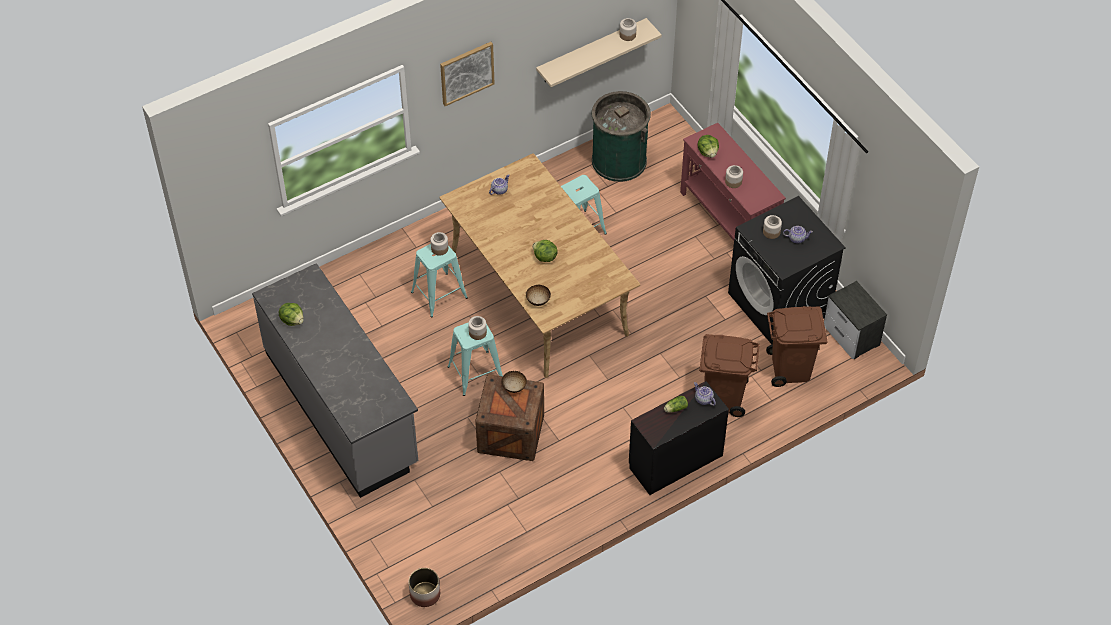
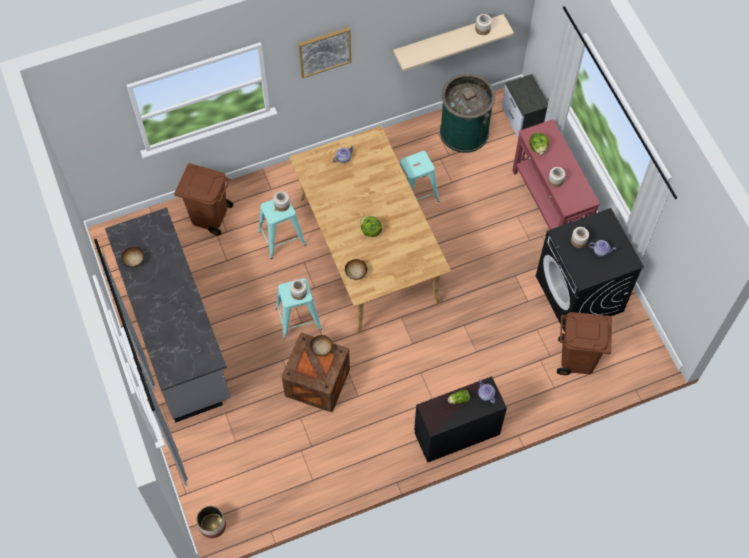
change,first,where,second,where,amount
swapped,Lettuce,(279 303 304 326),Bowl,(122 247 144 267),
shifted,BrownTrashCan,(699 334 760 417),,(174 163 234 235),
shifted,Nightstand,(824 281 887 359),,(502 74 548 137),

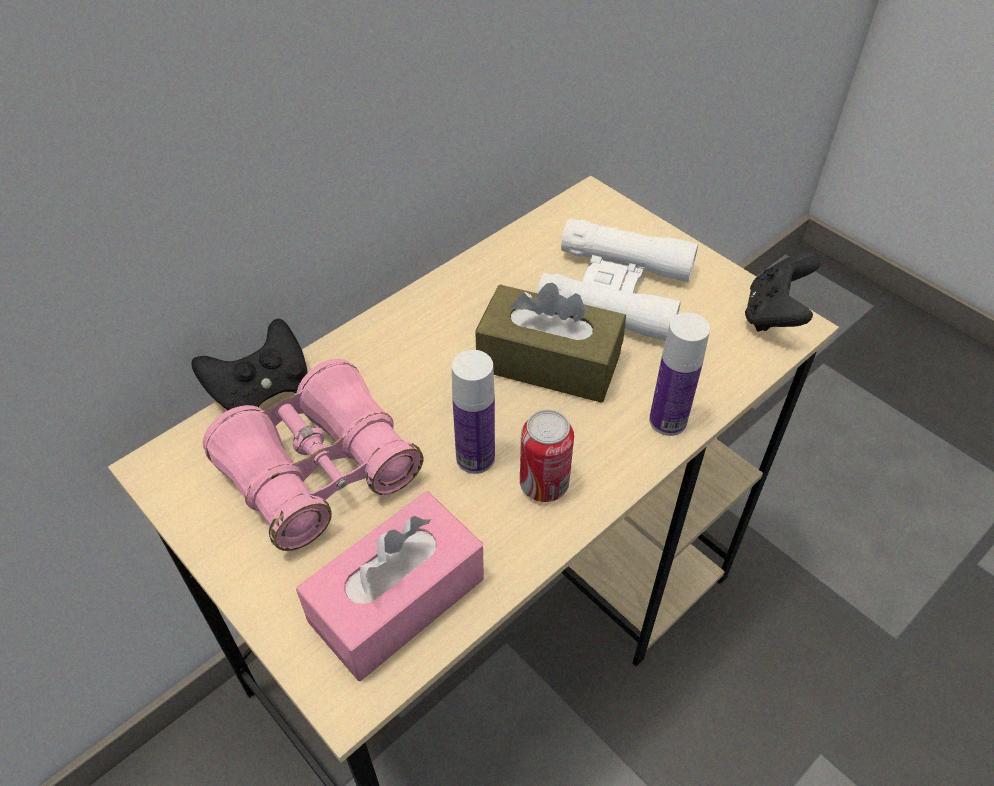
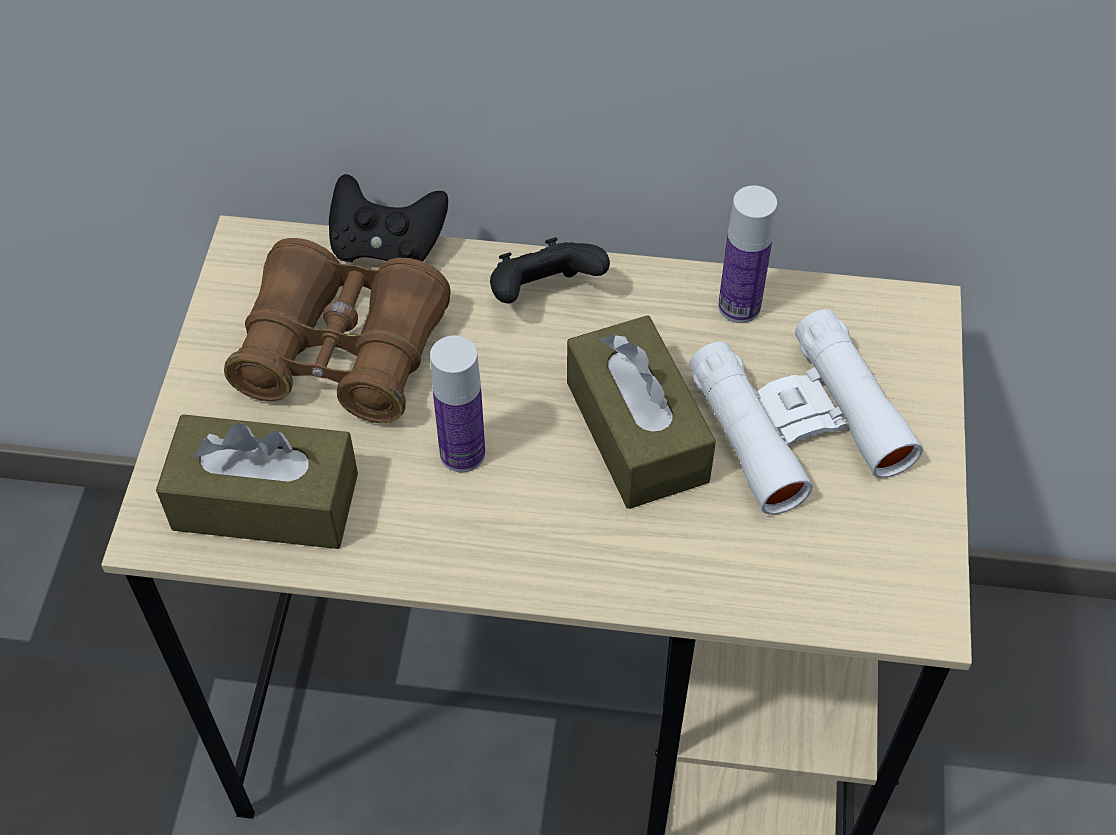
change,first,where,second,where,amount
repainted,PinkishPairOfBinoculars,(203 359 423 551),BrownPairOfBinoculars,(224 238 451 423),
repainted,PinkishTissueHolder,(296 491 484 681),BrownTissueHolder,(156 414 358 549),
gone,SealedCan,(520 409 574 502),,,
shifted,Bottle,(649 312 710 436),,(718 185 777 323),
shifted,BlackGamepad,(745 253 820 331),,(490 237 610 303),

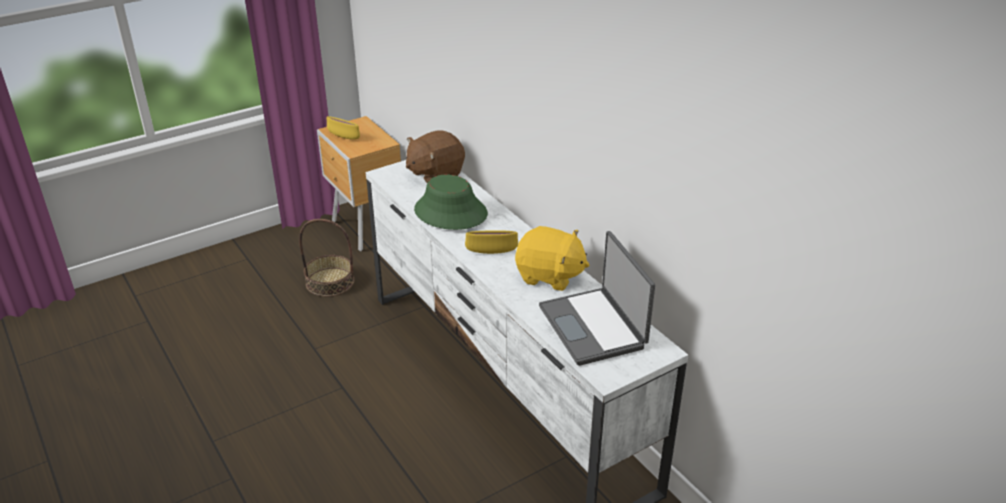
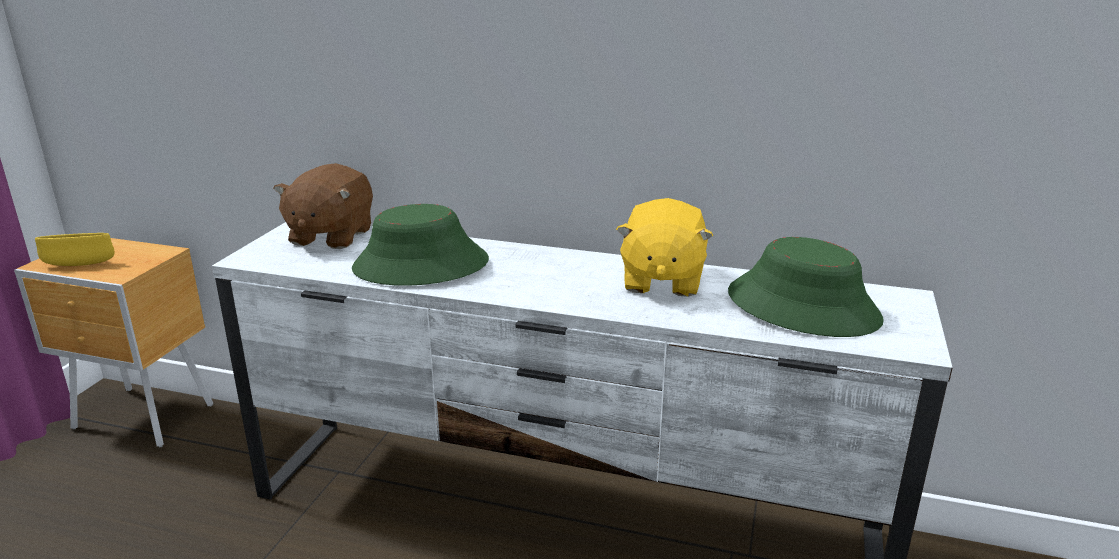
change,first,where,second,where,amount
gone,HouseholdBasket,(299 219 354 297),,,
gone,YellowishBowl,(465 230 518 254),,,
rotated,YellowishPlushToy,(515 226 589 291),,(616 198 714 297),120 degrees clockwise
swapped,NotebookComputer,(539 231 655 366),GreenHat,(728 237 884 337),

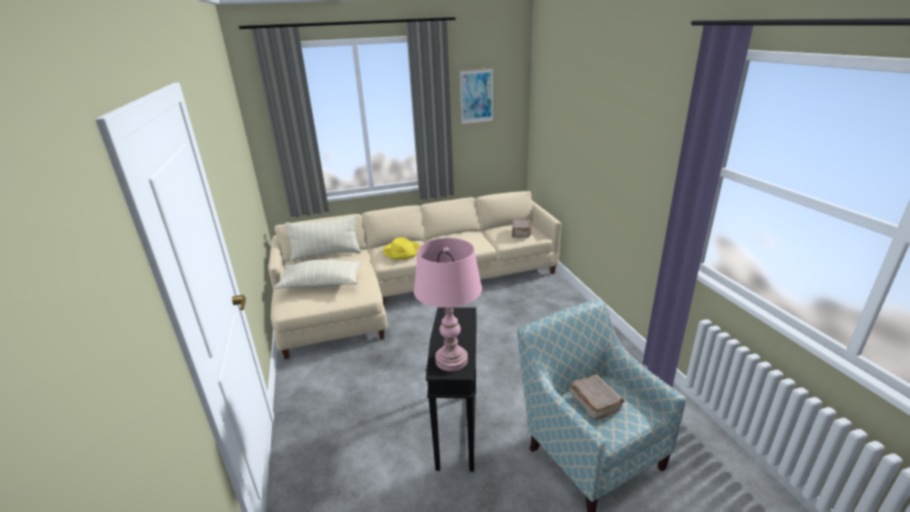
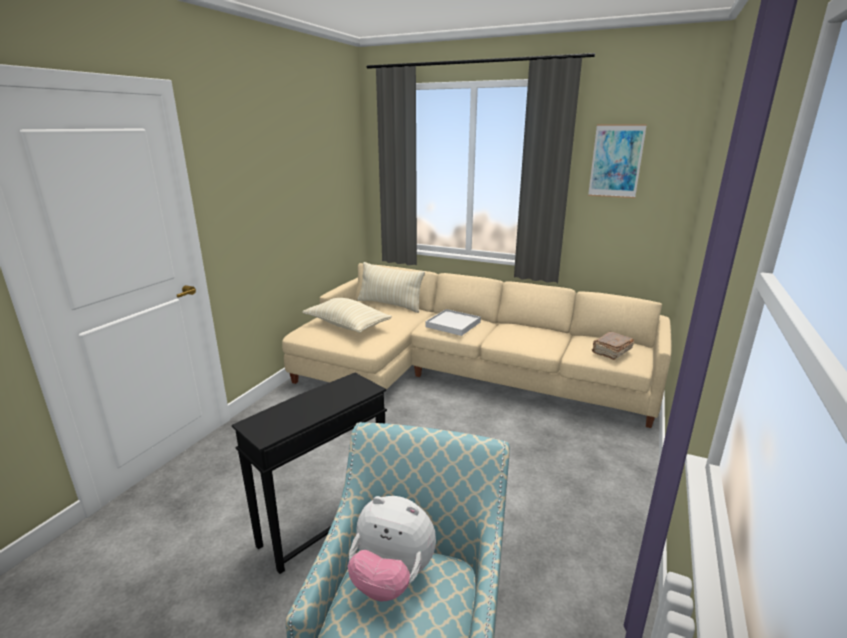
change,first,where,second,where,amount
swapped,YellowishHat,(383 237 421 260),WhiteColouredTray,(426 309 481 336),
gone,PinkishTableLamp,(414 238 482 371),,,
swapped,BrownVolume,(569 374 625 420),PlushToy,(348 496 436 601),

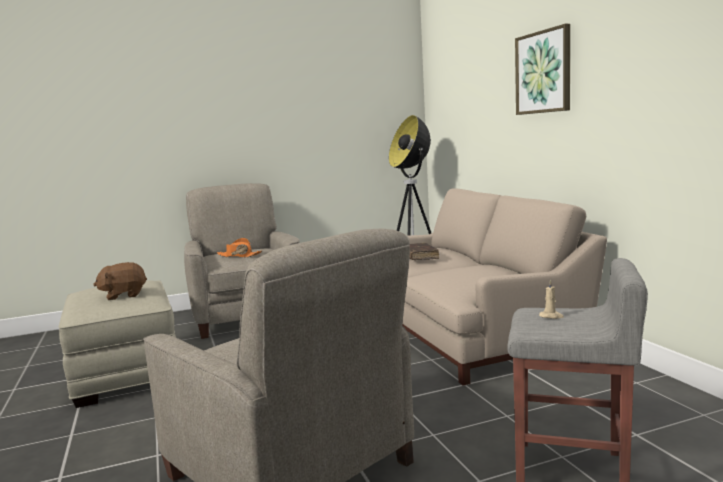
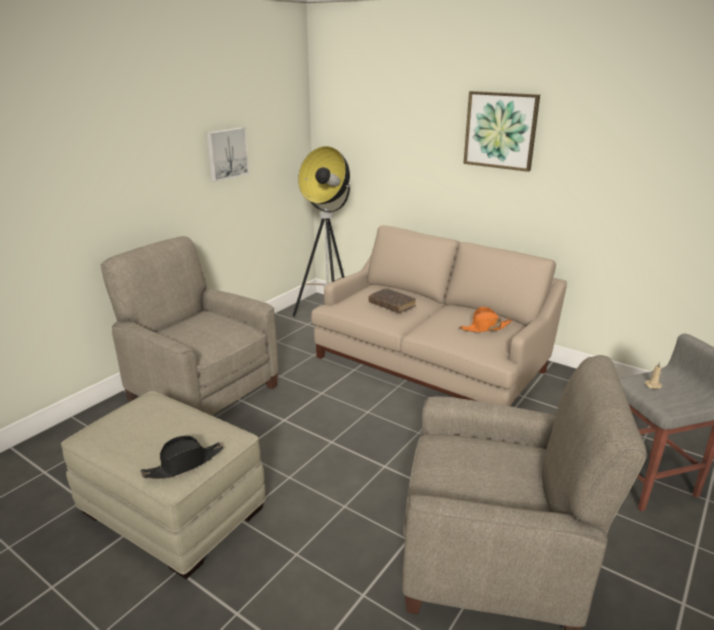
change,first,where,second,where,amount
gone,BrownPlushToy,(93 262 147 300),,,
shifted,OrangeColouredHat,(217 238 262 257),,(459 307 513 332),
new,,,BlackHat,(140 436 223 479),
new,,,Picture,(206 127 249 182),

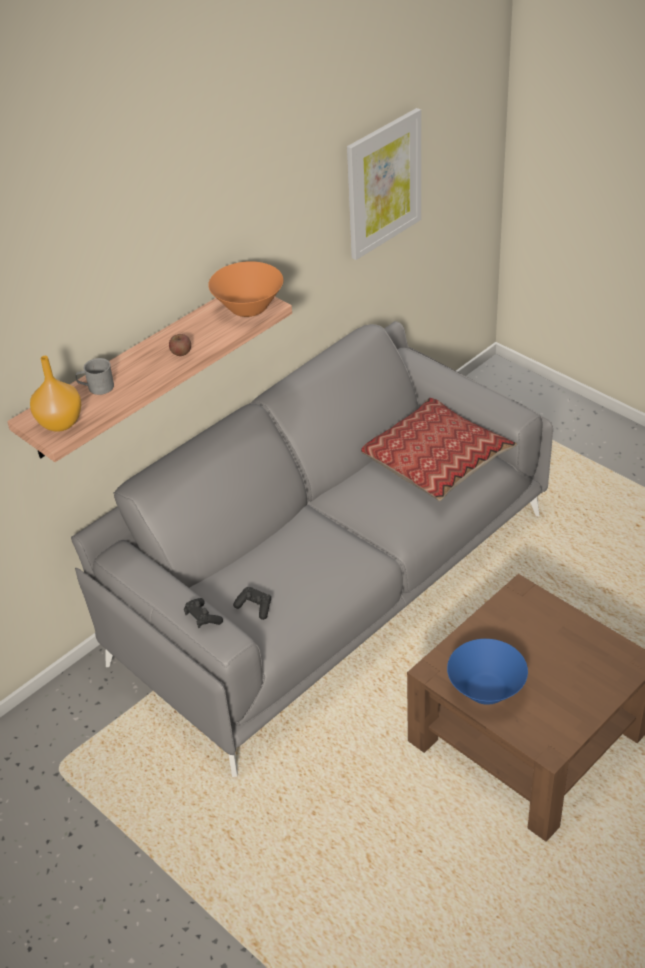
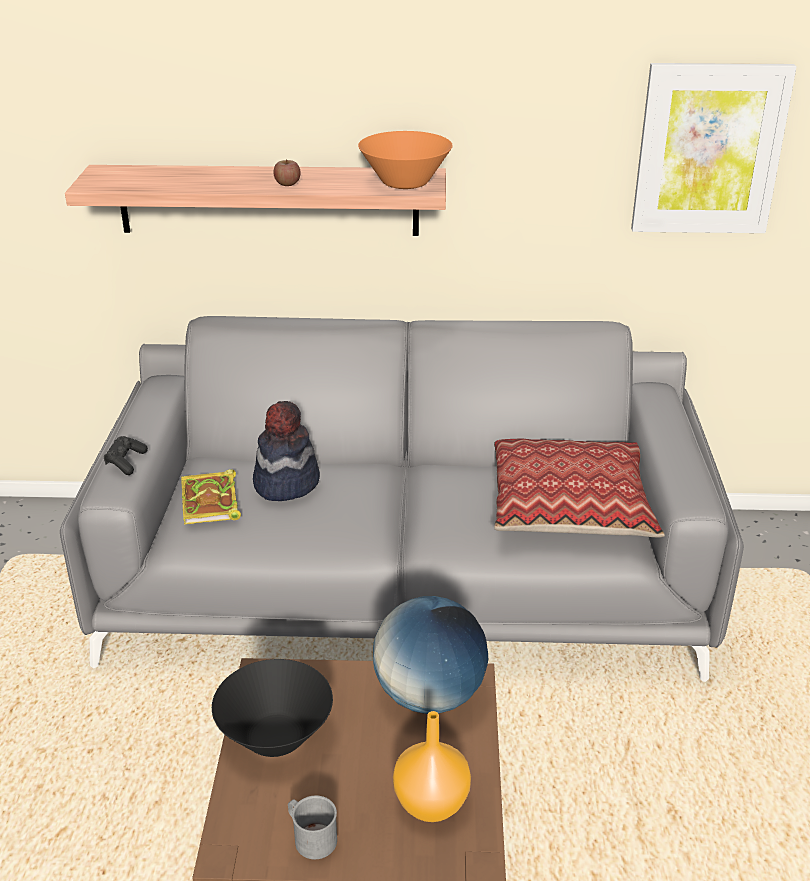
change,first,where,second,where,amount
shifted,OrangeColouredVase,(30 356 81 432),,(393 711 471 822),
shifted,GreyishMug,(76 358 114 395),,(288 795 337 859),
swapped,BlackGamepad,(233 587 271 620),Volume,(181 469 241 525),
repainted,BlueColouredBowl,(447 639 528 705),BlackBowl,(212 659 333 757),
new,,,Hat,(253 401 320 501),
new,,,DeskGlobe,(373 596 488 714),

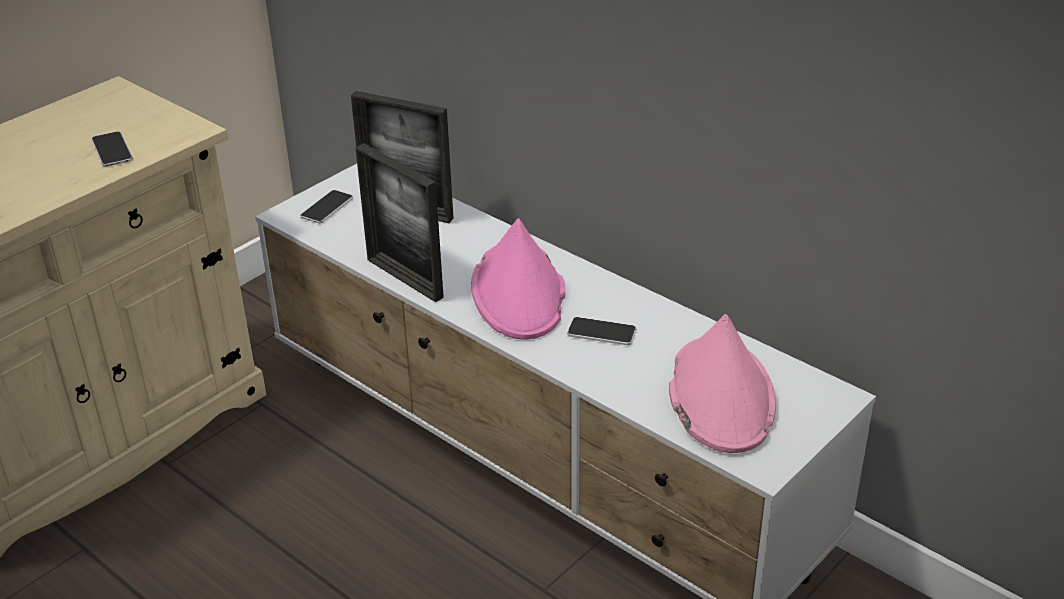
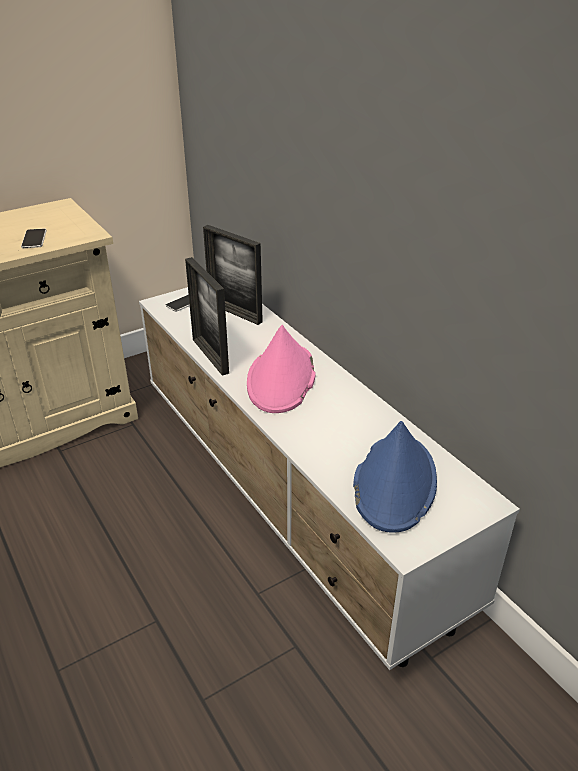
change,first,where,second,where,amount
gone,Phone,(567 317 636 345),,,
repainted,PinkishHat,(669 314 776 453),BlueColouredHat,(353 421 437 533),

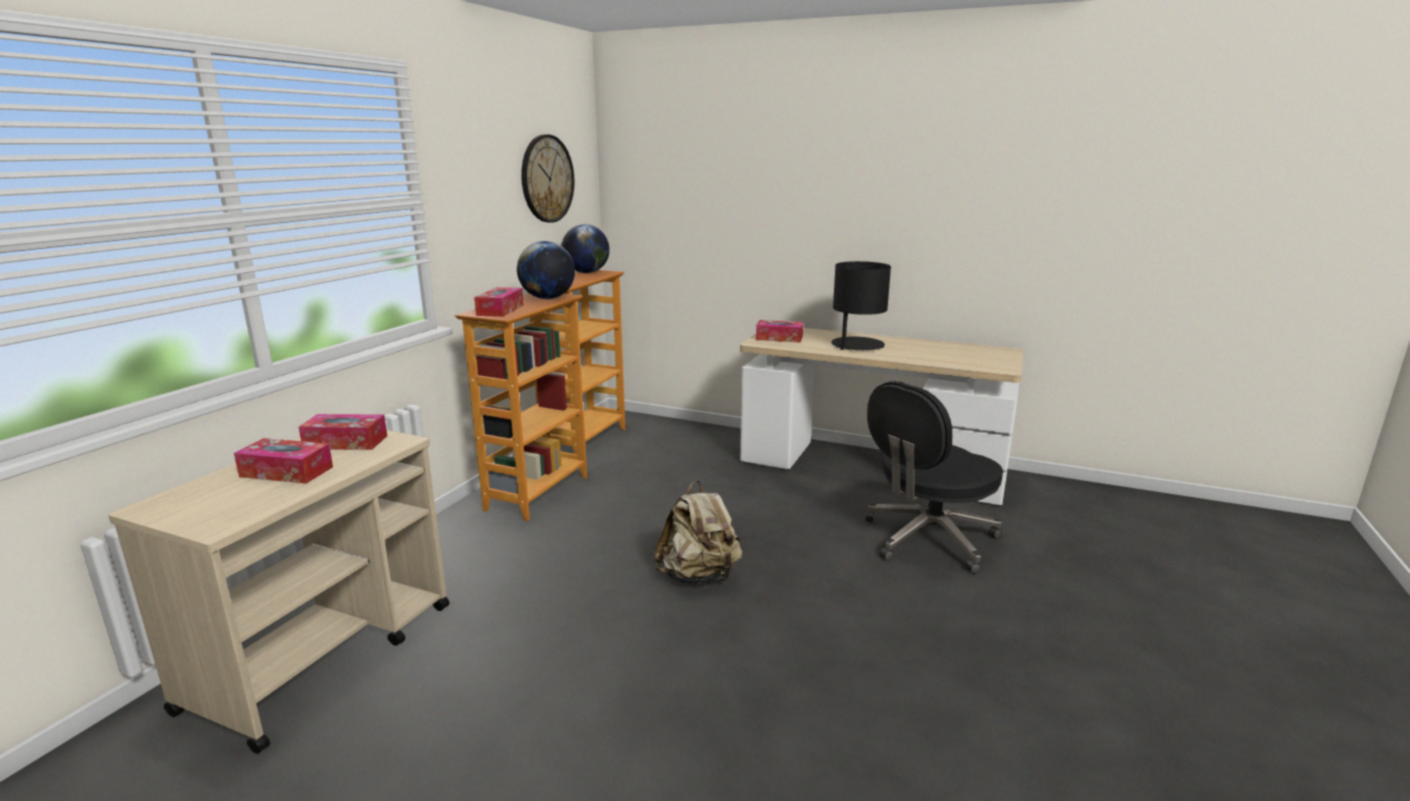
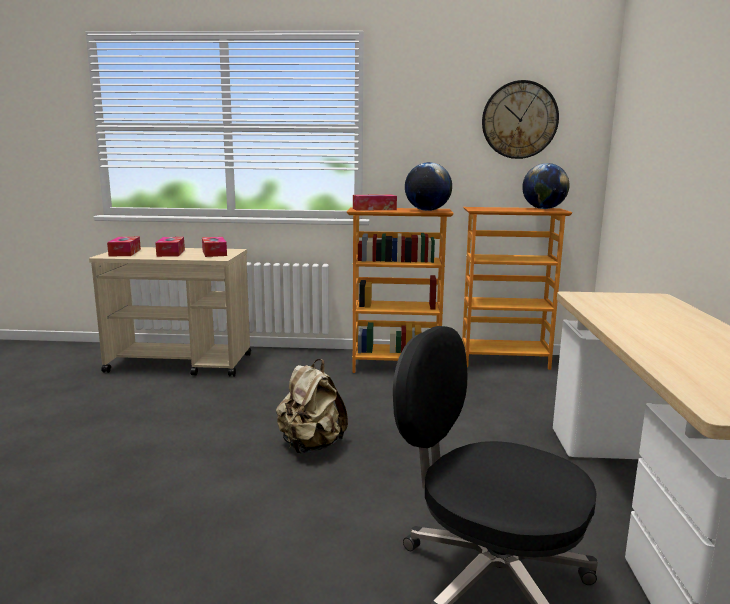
change,first,where,second,where,amount
shifted,TissueHolder,(756 320 803 343),,(107 237 141 256),
gone,BlackTableLamp,(831 261 891 350),,,

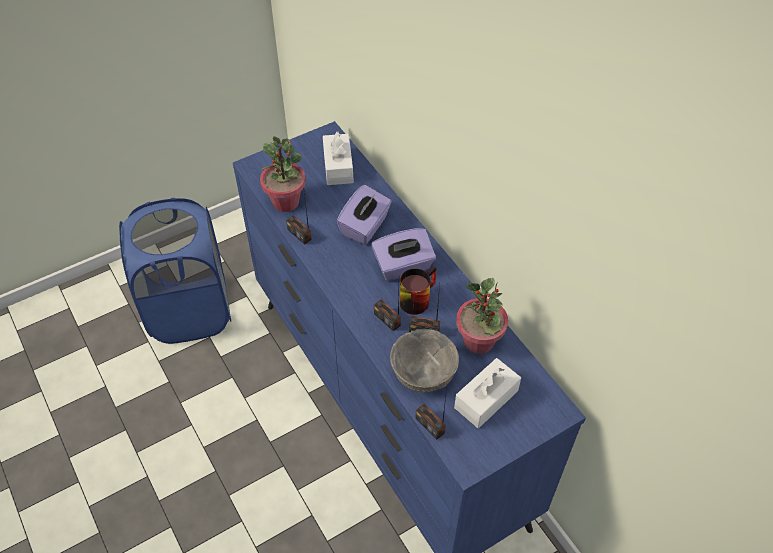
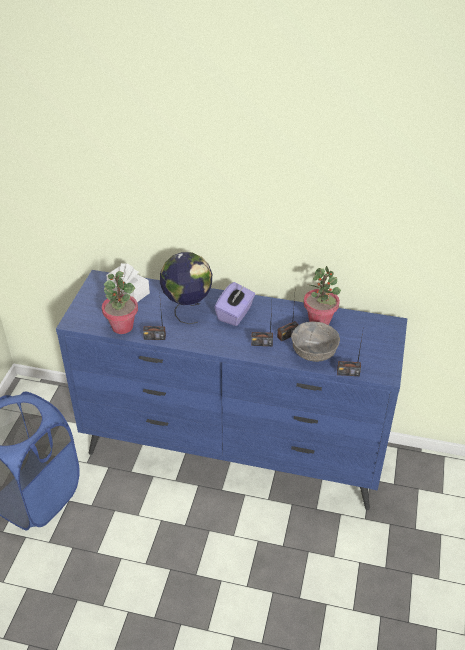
change,first,where,second,where,amount
swapped,PurpleTissueHolder,(337 185 392 245),DeskGlobe,(160 252 212 324),
gone,Mug,(400 266 436 315),,,
gone,WhiteColouredTissueHolder,(454 358 521 428),,,

